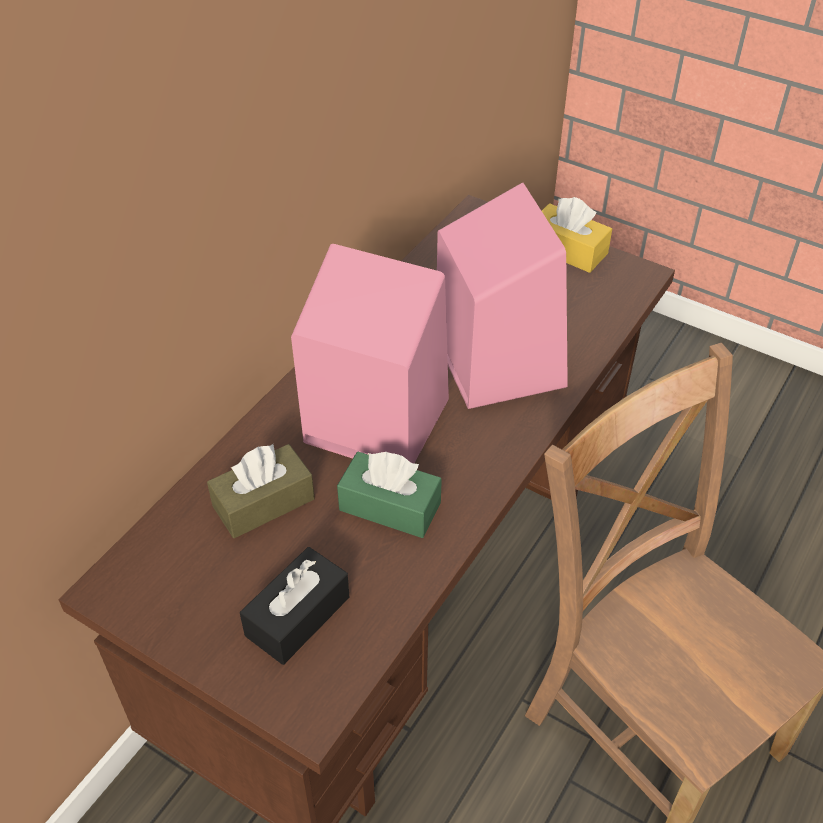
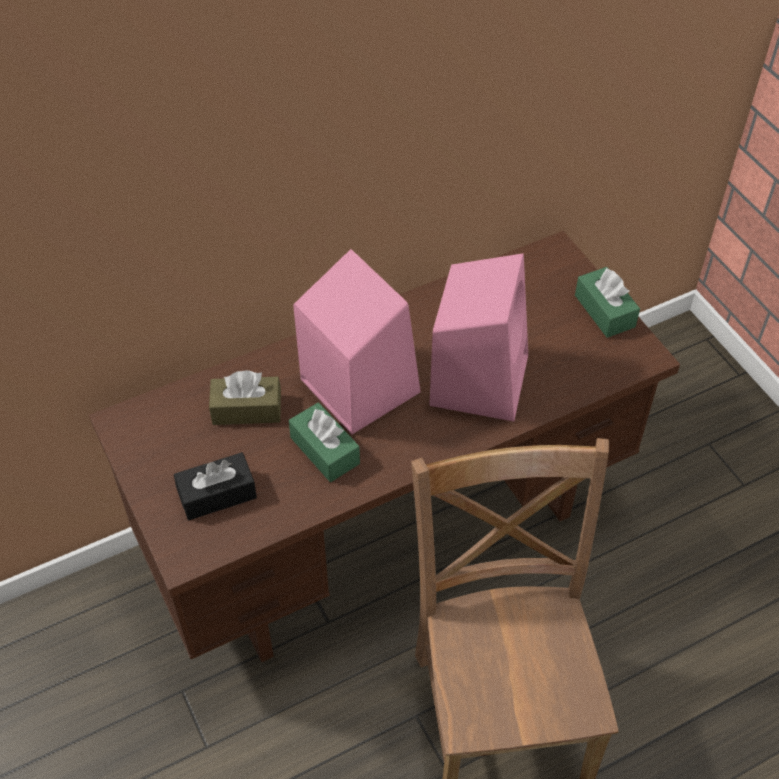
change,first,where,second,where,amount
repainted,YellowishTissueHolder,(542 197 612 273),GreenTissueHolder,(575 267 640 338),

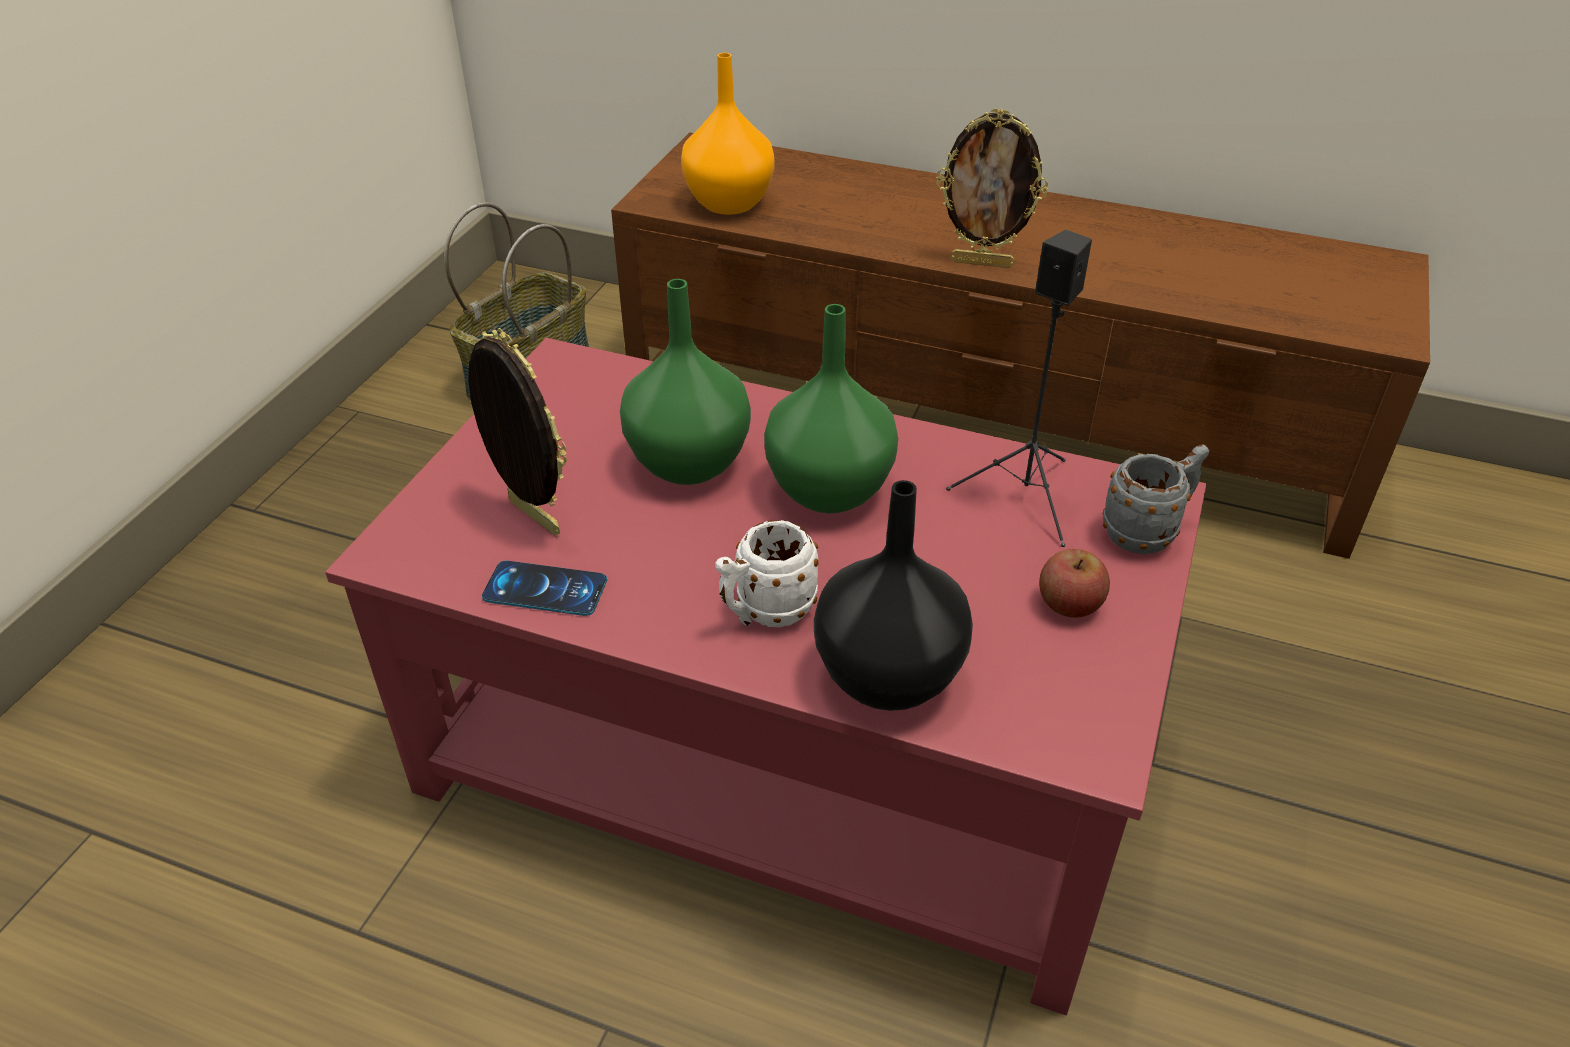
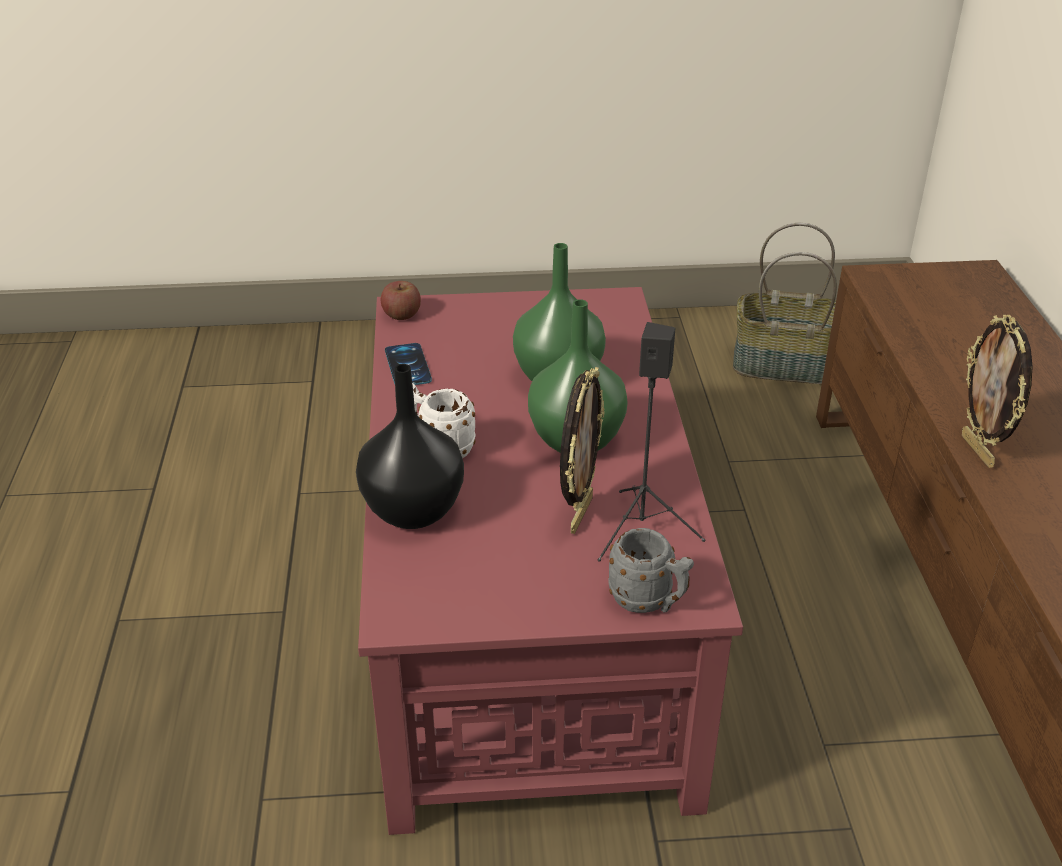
change,first,where,second,where,amount
shifted,StandingFrame,(468 328 567 536),,(560 367 605 534),
gone,OrangeColouredVase,(681 53 775 215),,,
shifted,WholeApple,(1039 549 1110 618),,(381 281 421 320),

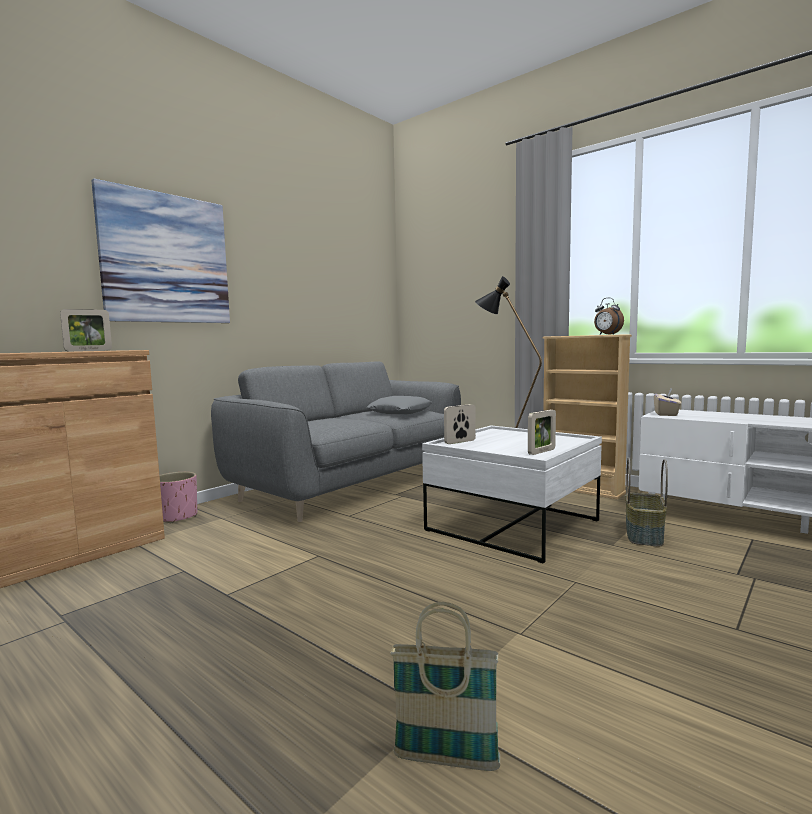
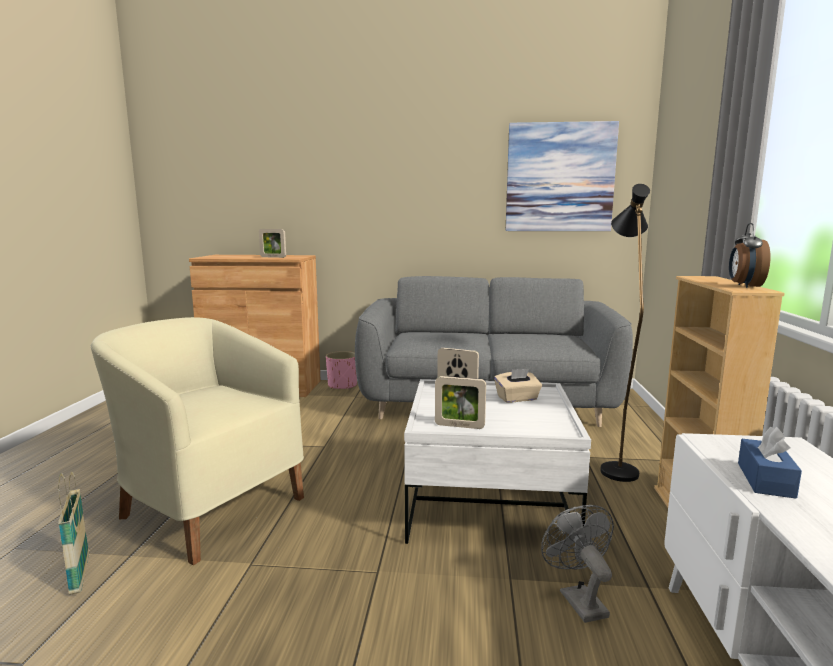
change,first,where,second,where,amount
shifted,Picture,(91 179 230 323),,(506 121 619 231),
gone,GreyishPillow,(366 396 432 414),,,
swapped,HouseholdBasket,(625 457 668 546),GreyishFan,(541 505 614 623),
shifted,BeigeColouredTissueHolder,(654 389 681 416),,(494 369 542 403),
new,,,BeigeColouredLoungeChair,(91 317 304 565),
new,,,BlueColouredTissueHolder,(738 427 802 499),

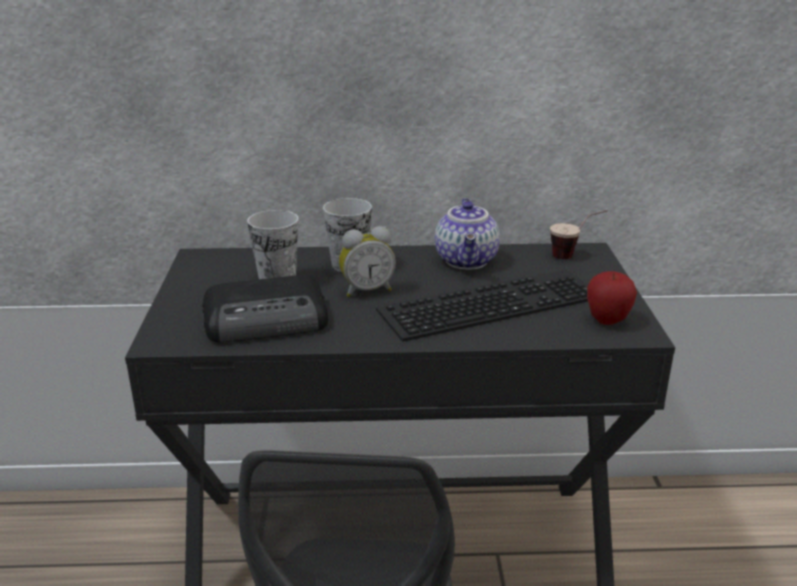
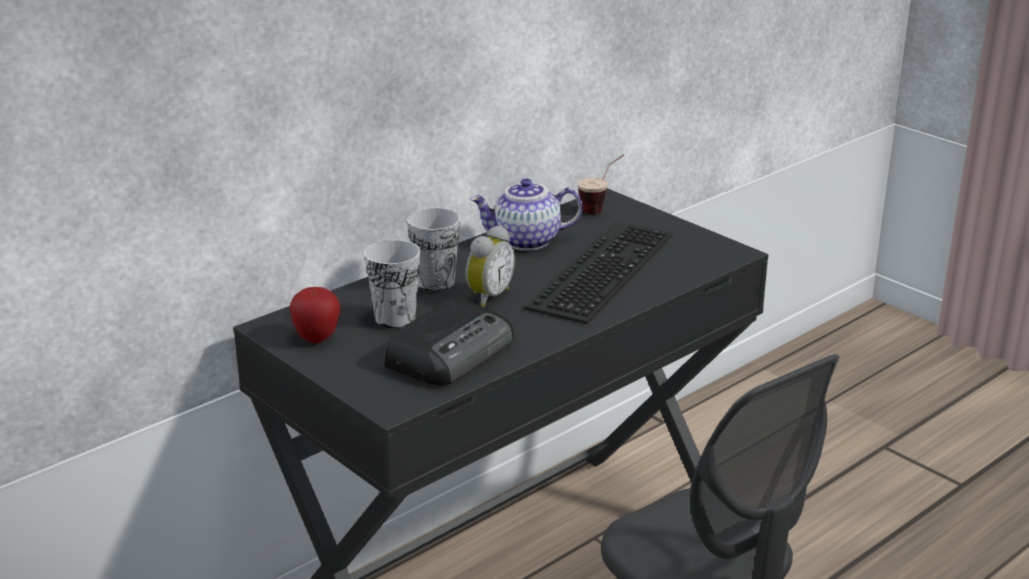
change,first,where,second,where,amount
rotated,PotForTea,(435 198 500 270),,(470 178 583 251),120 degrees clockwise
shifted,WholeApple,(587 271 637 325),,(290 287 340 343),

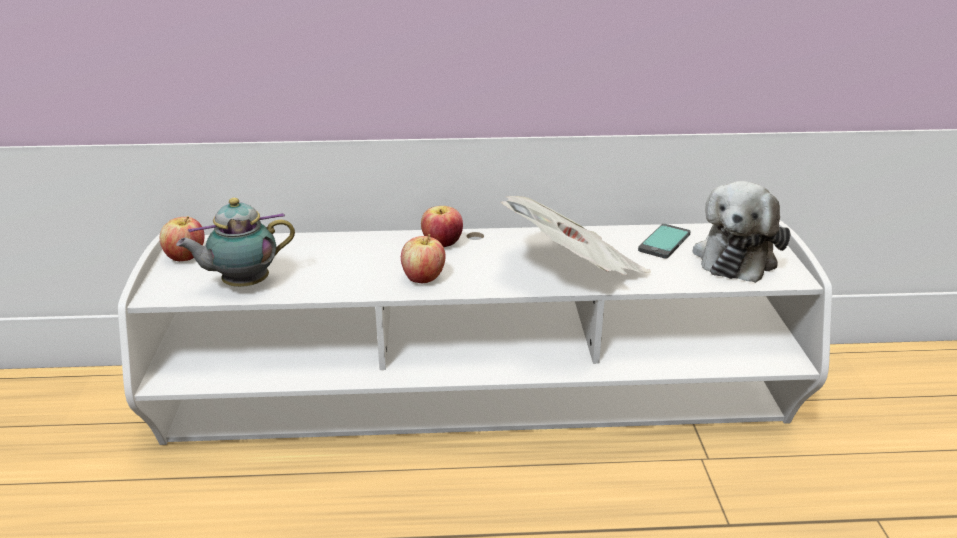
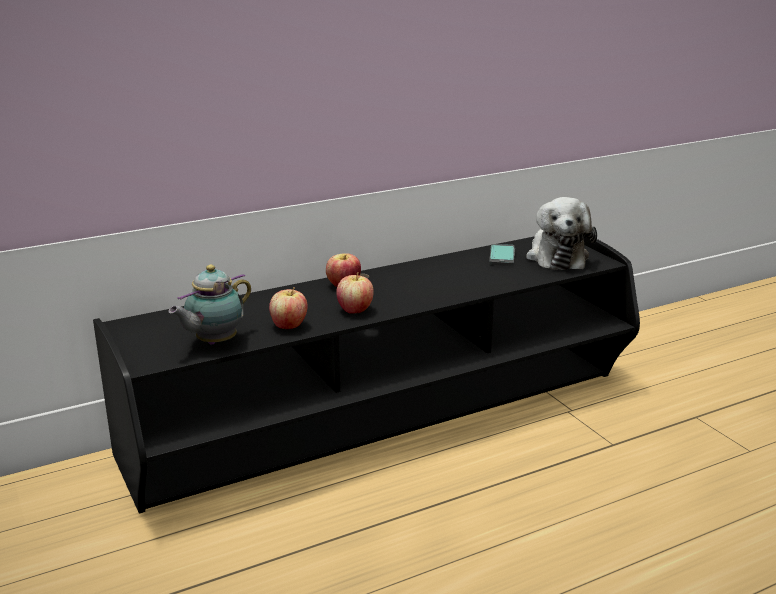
change,first,where,second,where,amount
repainted,WhiteColouredMediaConsole,(118 220 832 445),BlackMediaConsole,(93 236 640 513),
shifted,WholeApple,(160 216 205 261),,(269 287 308 329),
gone,PrintedPaper,(500 196 651 275),,,

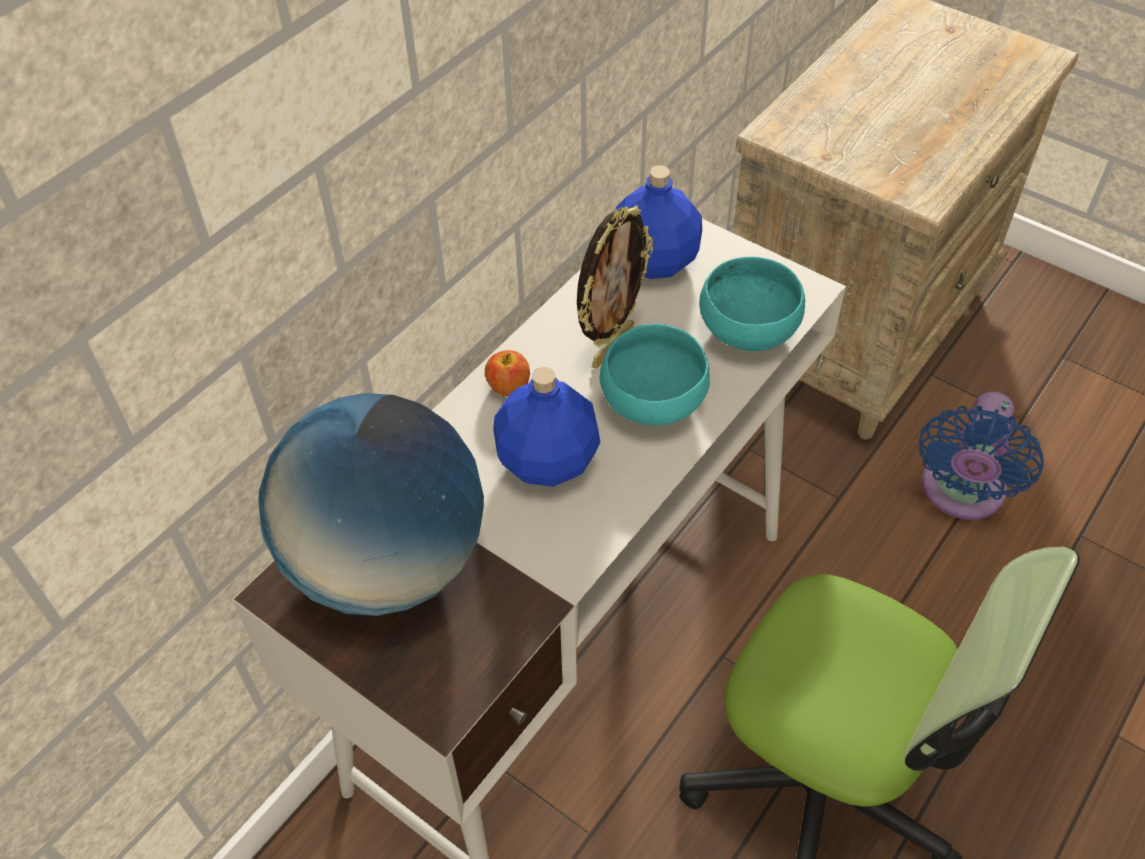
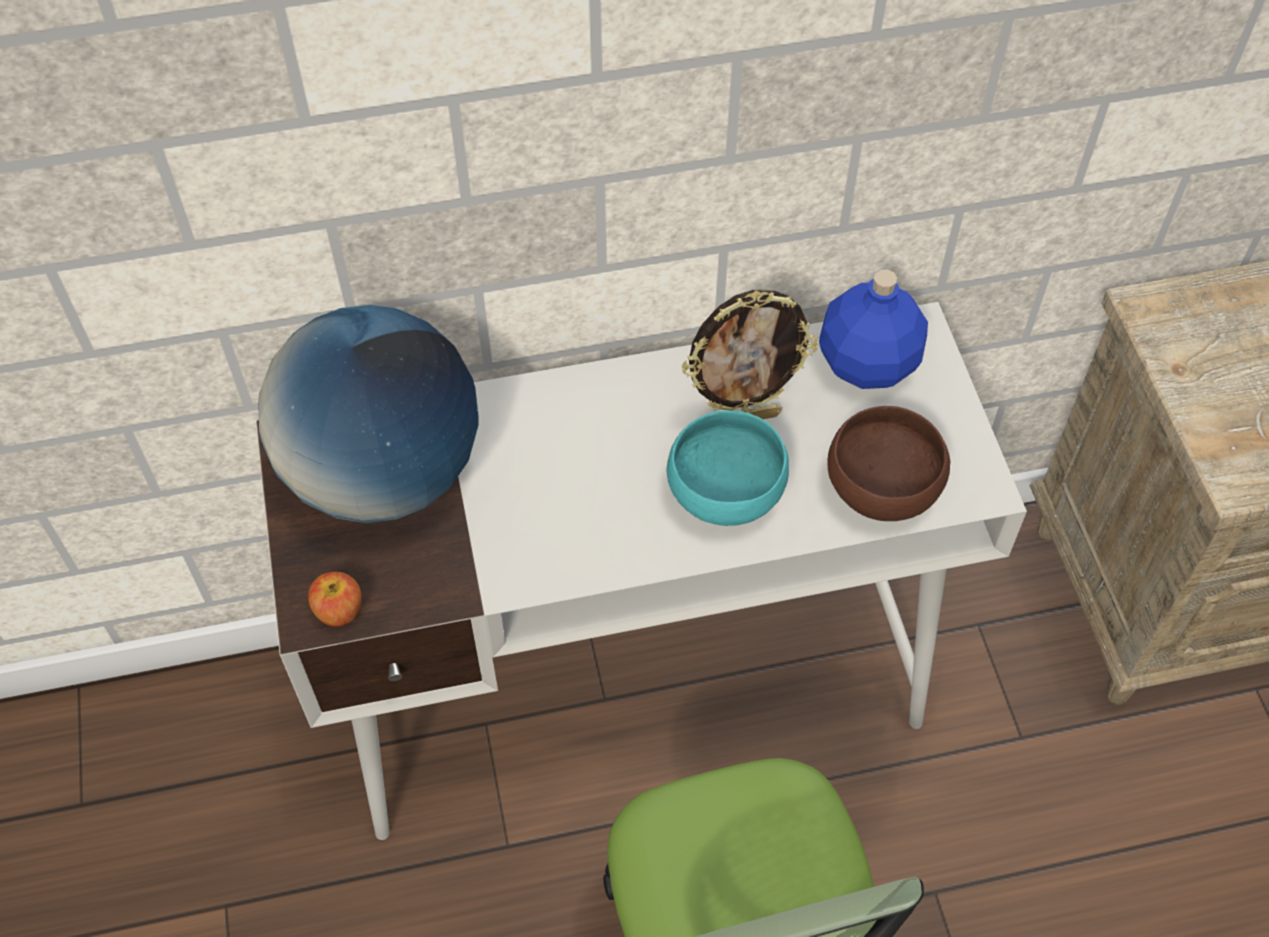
change,first,where,second,where,amount
shifted,WholeApple,(485 350 530 396),,(308 572 361 626),
gone,BlueColouredBottle,(493 367 600 487),,,
repainted,TurquoiseColouredBowl,(699 257 805 351),BrownBowl,(827 406 950 521),
gone,BlueColouredFan,(919 392 1044 520),,,

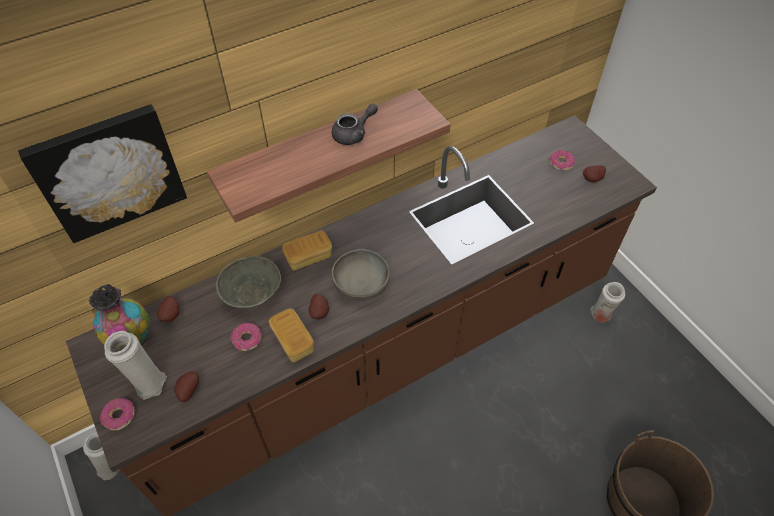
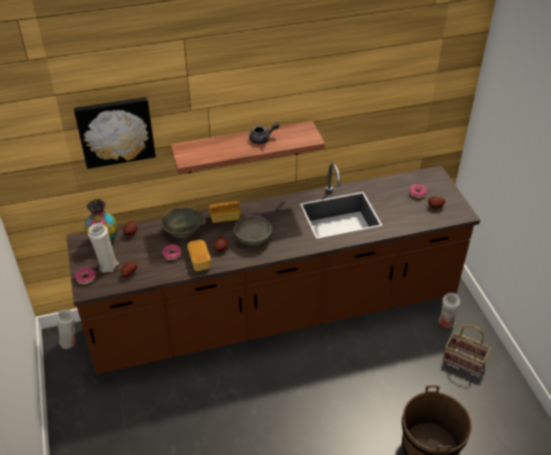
change,first,where,second,where,amount
new,,,HouseholdBasket,(443 325 491 376),

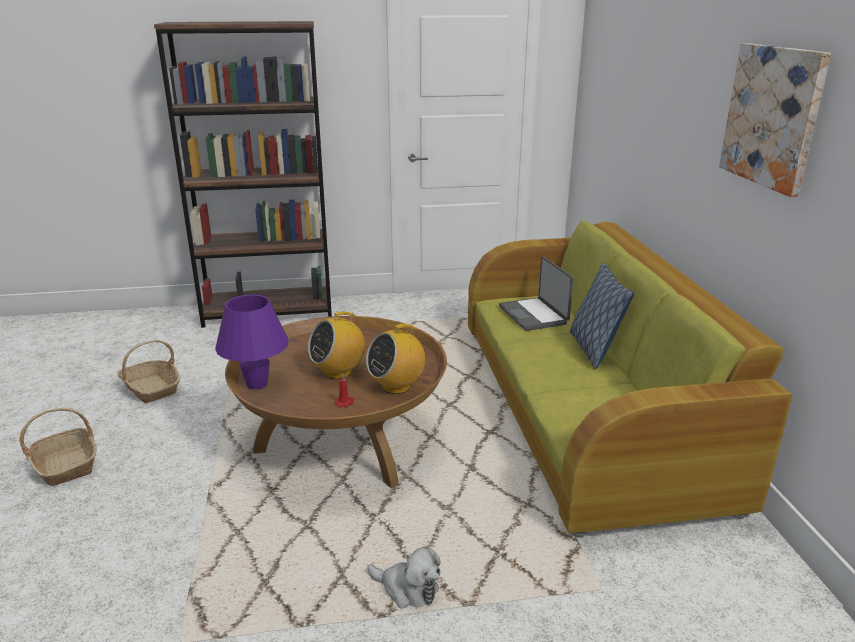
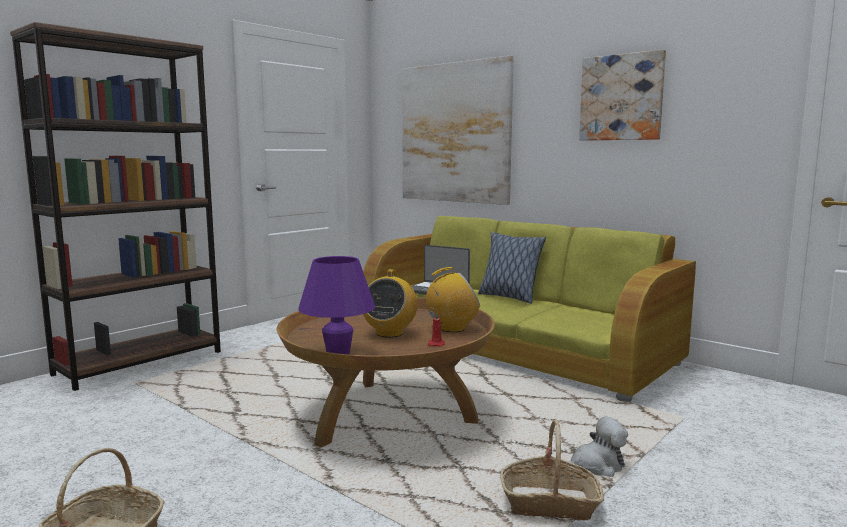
change,first,where,second,where,amount
shifted,HouseholdBasket,(118 340 180 403),,(500 420 605 521),
rotated,Radio,(366 324 425 394),,(426 267 480 332),120 degrees counterclockwise
new,,,Picture,(402 55 514 205),

